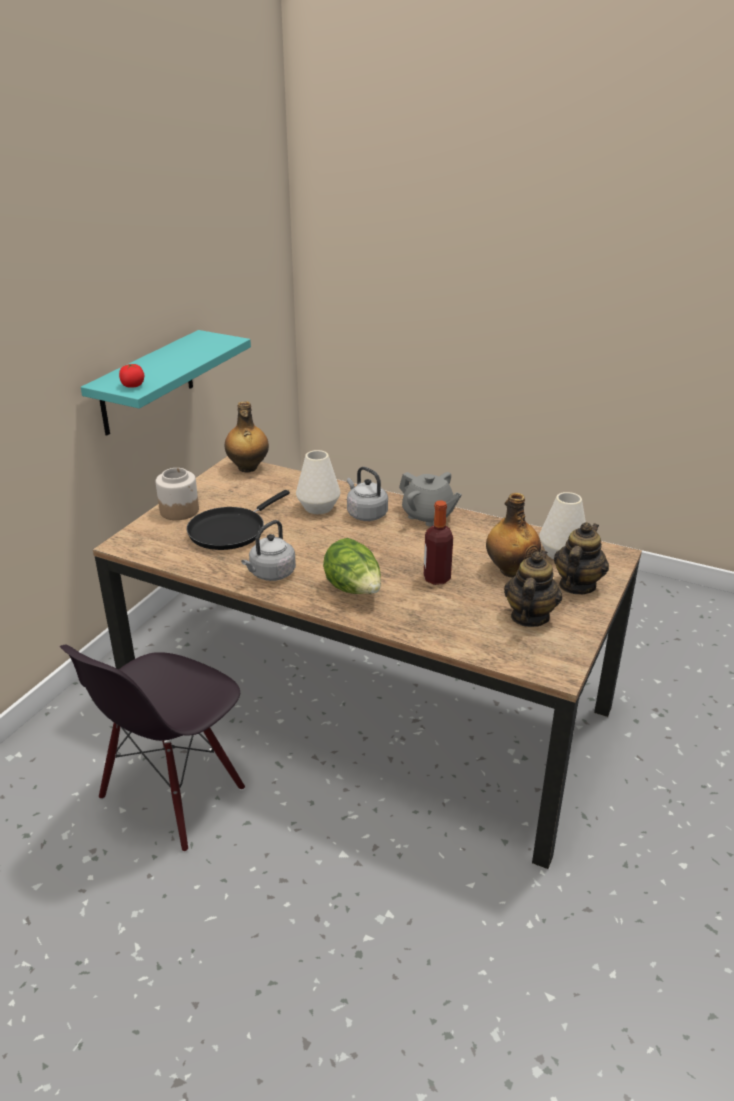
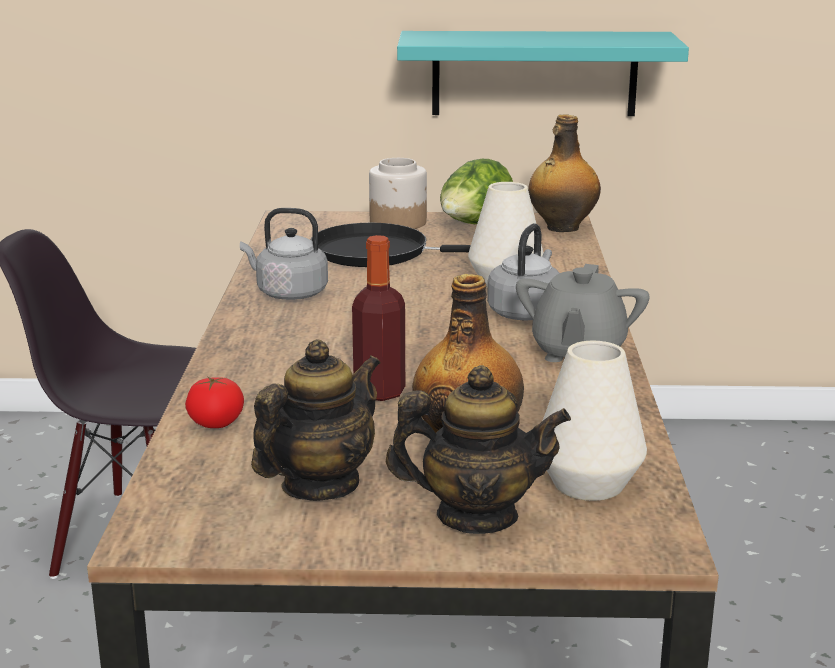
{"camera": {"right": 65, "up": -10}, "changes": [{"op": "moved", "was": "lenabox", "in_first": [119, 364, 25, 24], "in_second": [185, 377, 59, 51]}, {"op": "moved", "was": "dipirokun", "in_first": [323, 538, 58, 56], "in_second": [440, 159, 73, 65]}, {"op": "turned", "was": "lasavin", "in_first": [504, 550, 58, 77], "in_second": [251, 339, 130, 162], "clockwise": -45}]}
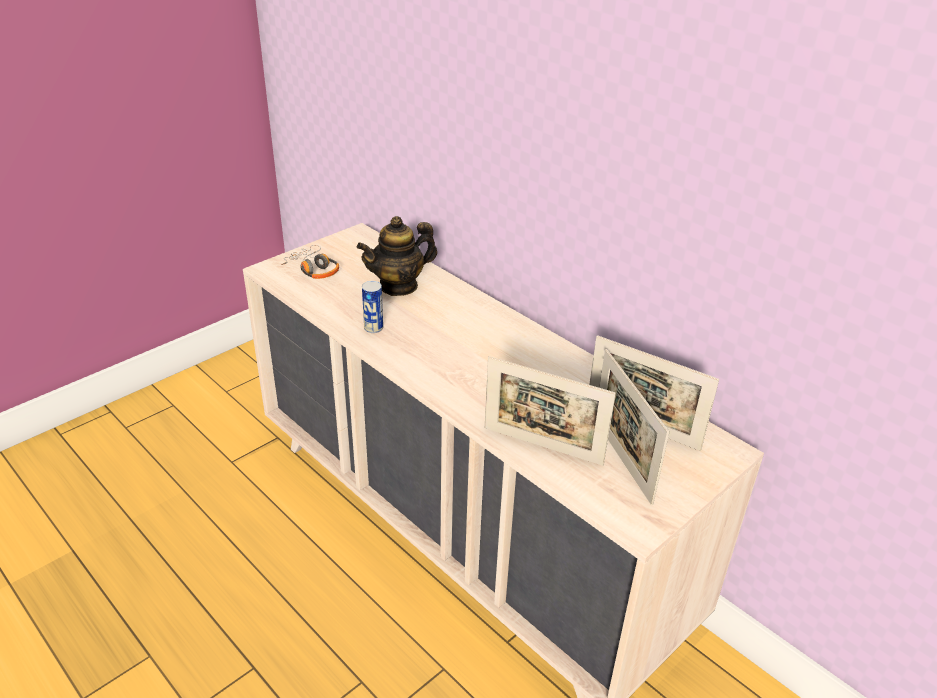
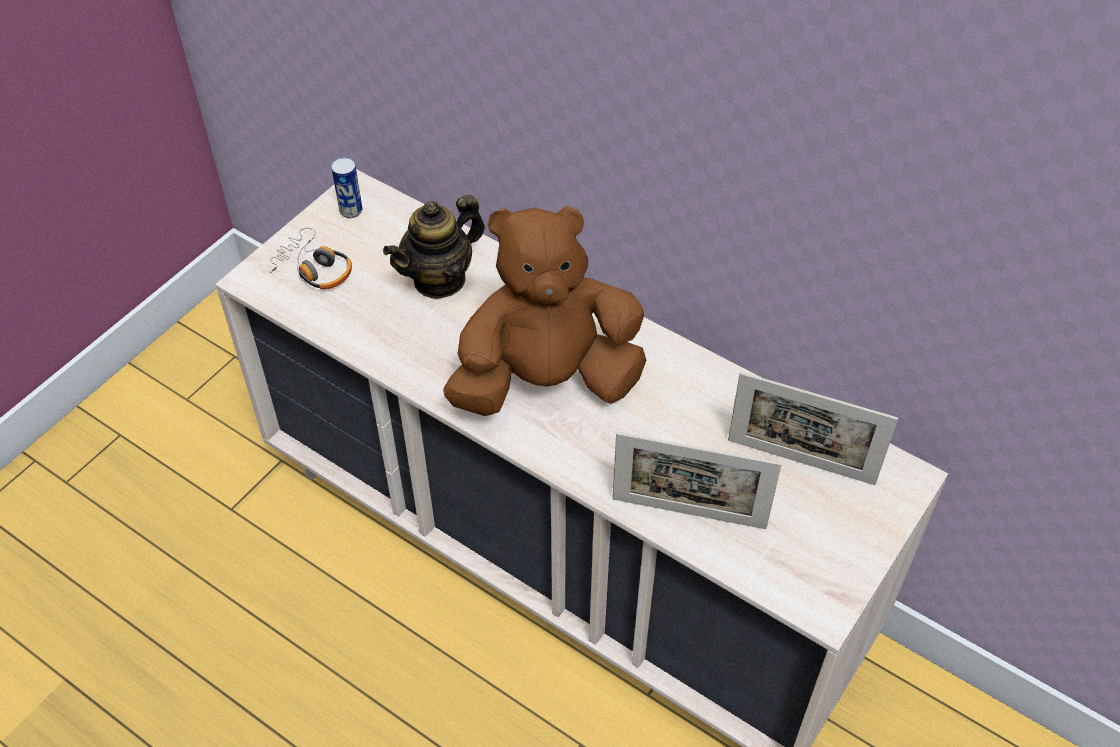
{"camera": {"right": -10, "up": 15}, "changes": [{"op": "moved", "was": "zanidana", "in_first": [362, 281, 21, 52], "in_second": [331, 158, 31, 60]}, {"op": "removed", "was": "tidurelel", "in_first": [599, 349, 71, 156]}, {"op": "added", "now": "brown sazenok", "in_second": [443, 206, 203, 210]}]}
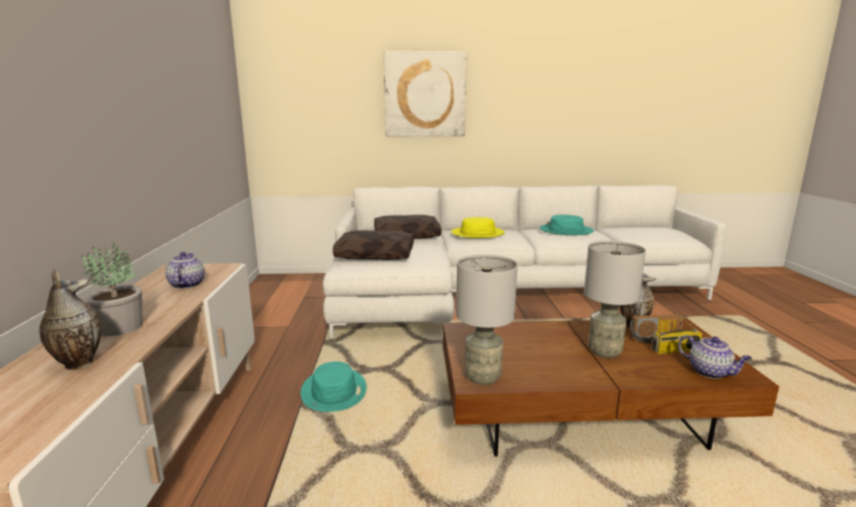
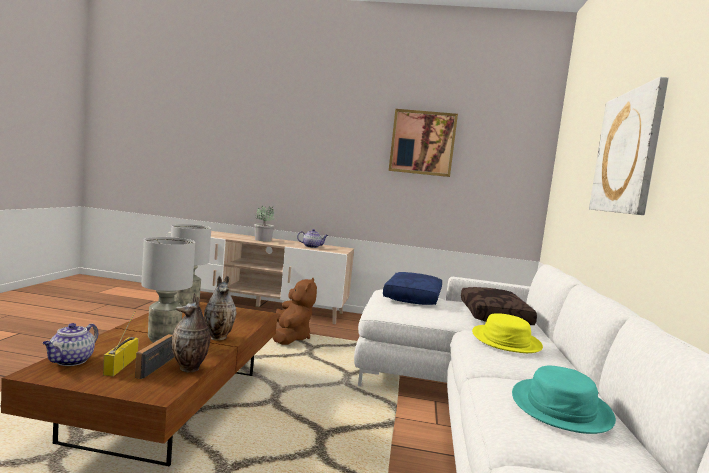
{"camera": {"right": 100, "up": -10}, "changes": [{"op": "moved", "was": "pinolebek", "in_first": [39, 269, 62, 101], "in_second": [204, 276, 33, 64]}, {"op": "replaced", "was": "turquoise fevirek", "now": "brown sazenok", "in_first": [301, 362, 66, 50], "in_second": [272, 278, 45, 67]}, {"op": "recoloured", "was": "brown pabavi", "now": "blue pabavi", "in_first": [333, 230, 81, 30], "in_second": [383, 272, 59, 33]}, {"op": "turned", "was": "lasavin", "in_first": [678, 335, 74, 44], "in_second": [43, 323, 55, 43], "clockwise": -45}, {"op": "added", "now": "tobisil", "in_second": [389, 109, 69, 68]}]}
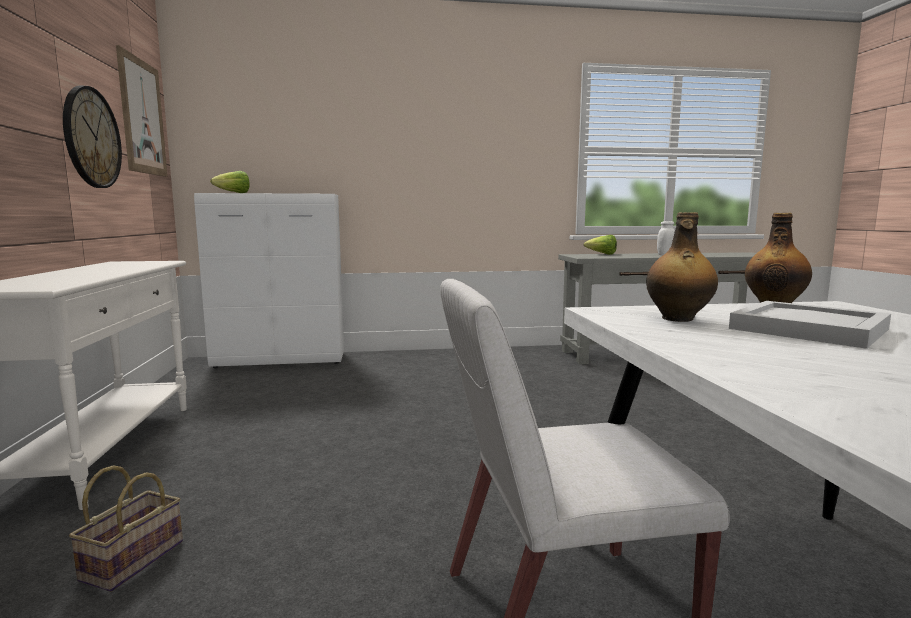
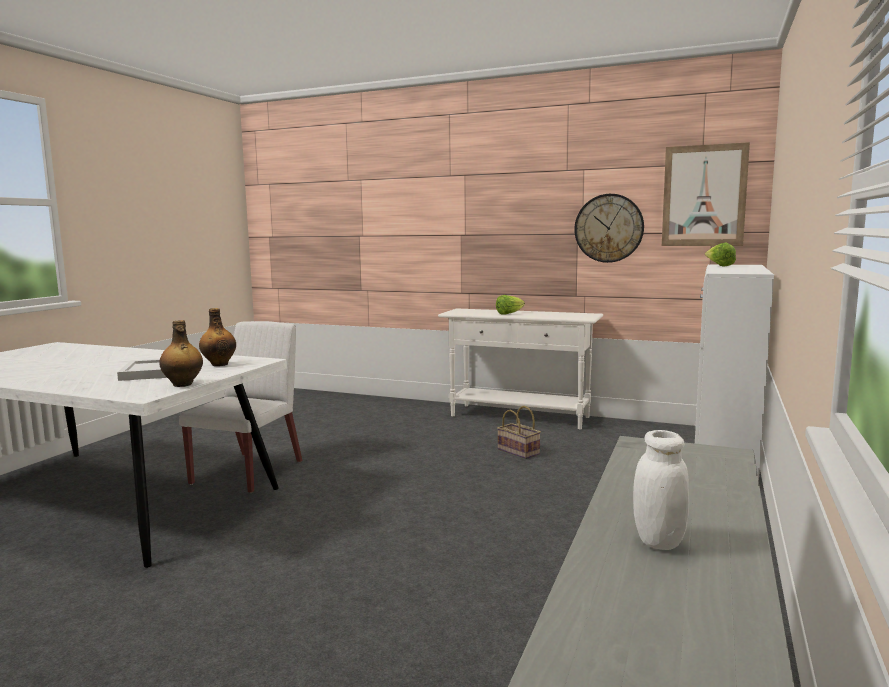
{"camera": {"right": 120, "up": 0}, "changes": [{"op": "moved", "was": "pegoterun", "in_first": [69, 465, 114, 127], "in_second": [497, 406, 44, 53]}, {"op": "moved", "was": "dipirokun", "in_first": [584, 235, 33, 20], "in_second": [496, 295, 29, 20]}]}
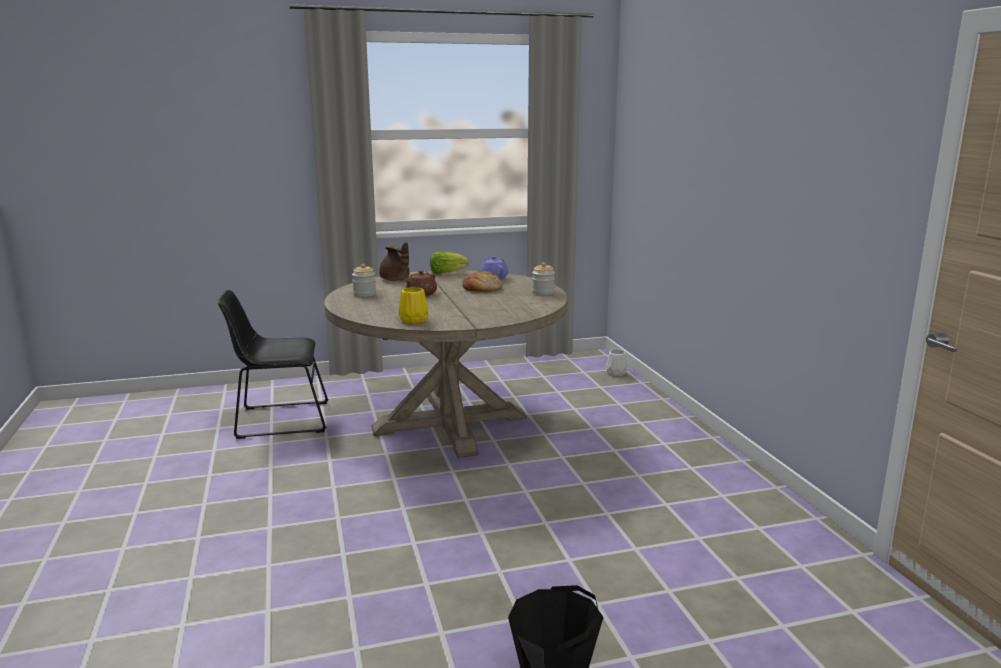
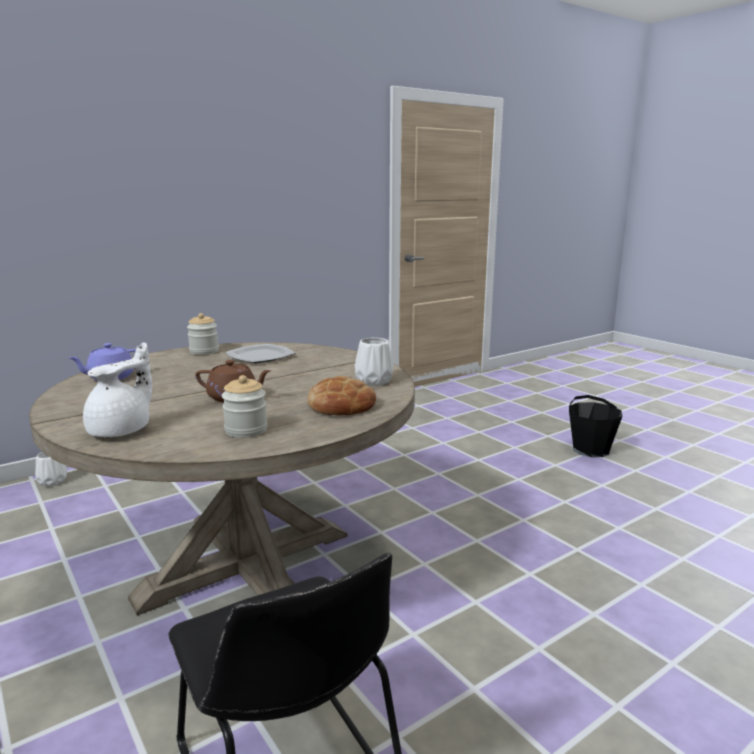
{"camera": {"right": -110, "up": 0}, "changes": [{"op": "recoloured", "was": "brown lasavin", "now": "white lasavin", "in_first": [379, 242, 31, 39], "in_second": [83, 342, 69, 95]}, {"op": "recoloured", "was": "yellow pinolebek", "now": "white pinolebek", "in_first": [398, 287, 31, 37], "in_second": [355, 338, 39, 47]}, {"op": "removed", "was": "dipirokun", "in_first": [430, 251, 38, 23]}, {"op": "moved", "was": "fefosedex", "in_first": [462, 271, 41, 21], "in_second": [308, 376, 68, 40]}, {"op": "added", "now": "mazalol", "in_second": [225, 344, 70, 19]}]}
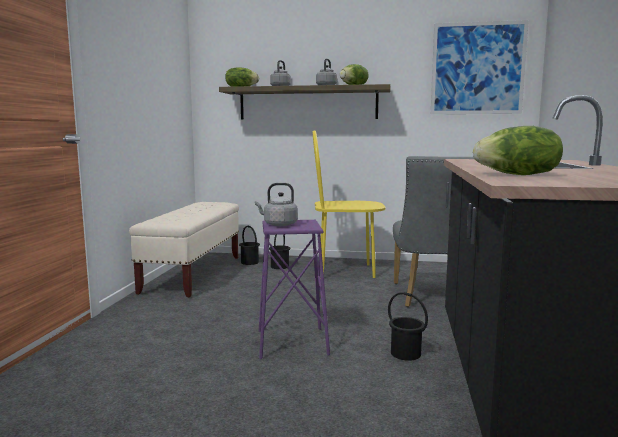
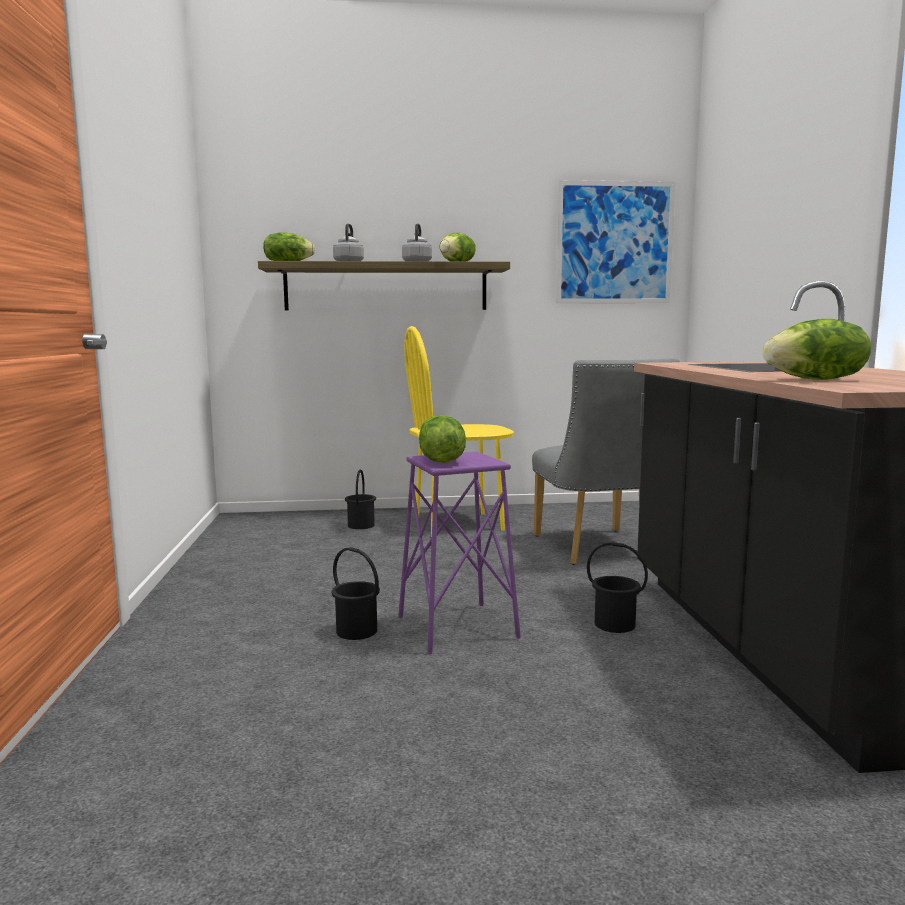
{"camera": {"right": -15, "up": 0}, "changes": [{"op": "removed", "was": "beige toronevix", "in_first": [129, 202, 110, 96]}, {"op": "moved", "was": "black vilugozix", "in_first": [239, 226, 21, 39], "in_second": [331, 547, 49, 93]}, {"op": "replaced", "was": "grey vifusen", "now": "dipirokun", "in_first": [255, 183, 43, 43], "in_second": [419, 415, 47, 48]}]}
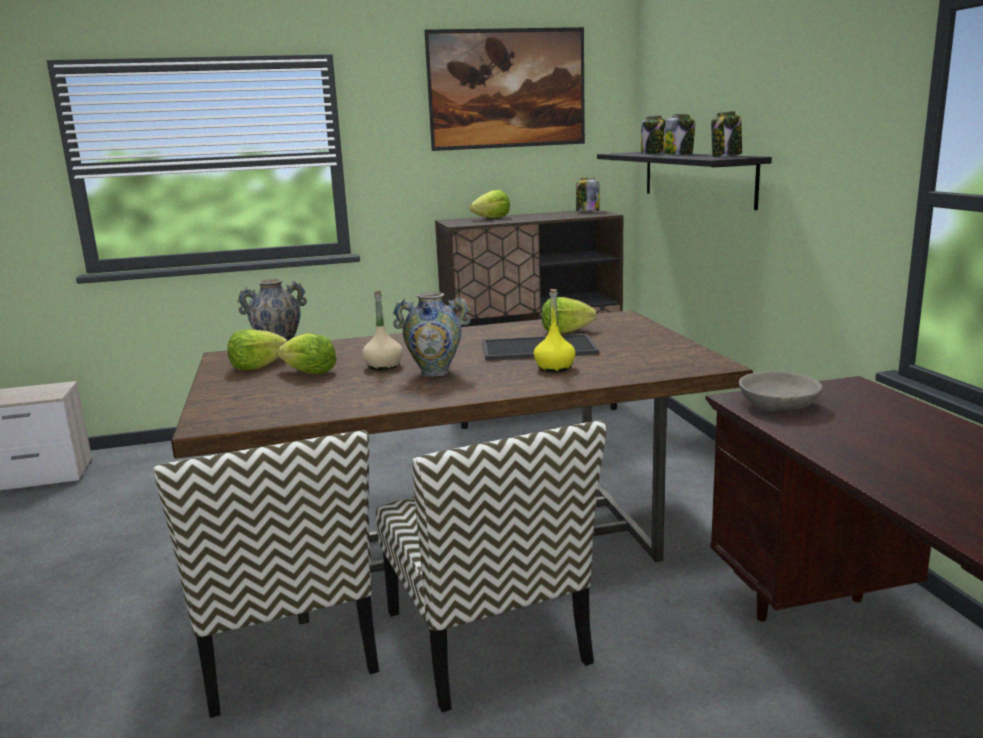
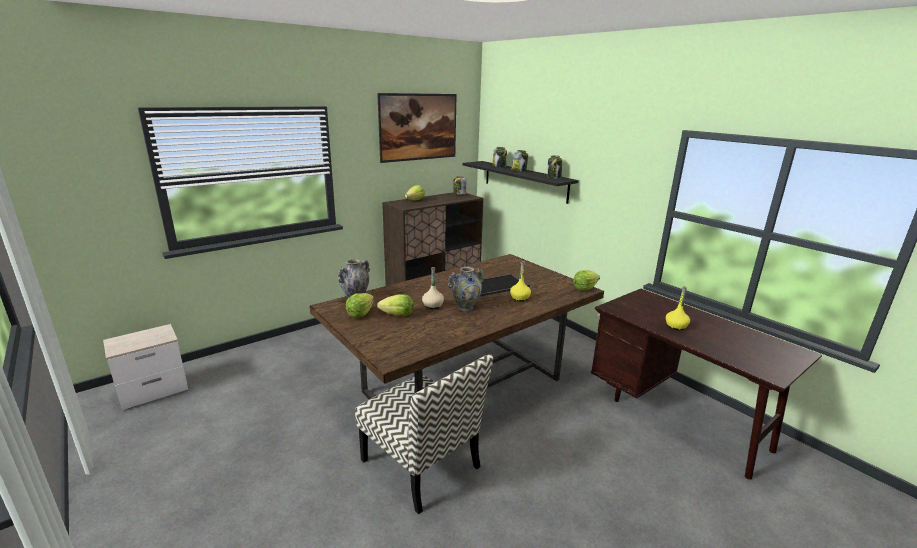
{"camera": {"right": -25, "up": 5}, "changes": [{"op": "removed", "was": "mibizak", "in_first": [376, 420, 231, 292]}, {"op": "moved", "was": "dipirokun", "in_first": [542, 297, 55, 36], "in_second": [573, 270, 27, 20]}, {"op": "removed", "was": "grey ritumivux", "in_first": [739, 371, 84, 41]}, {"op": "added", "now": "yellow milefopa", "in_second": [666, 286, 24, 44]}]}
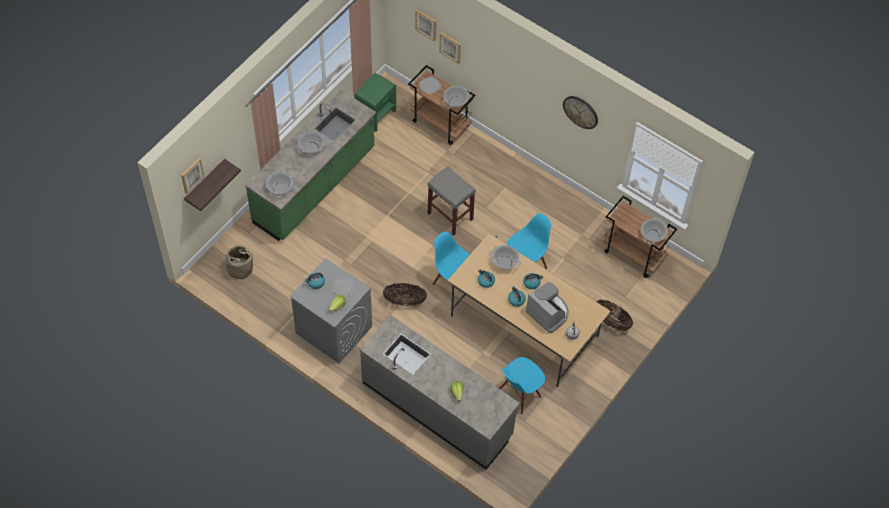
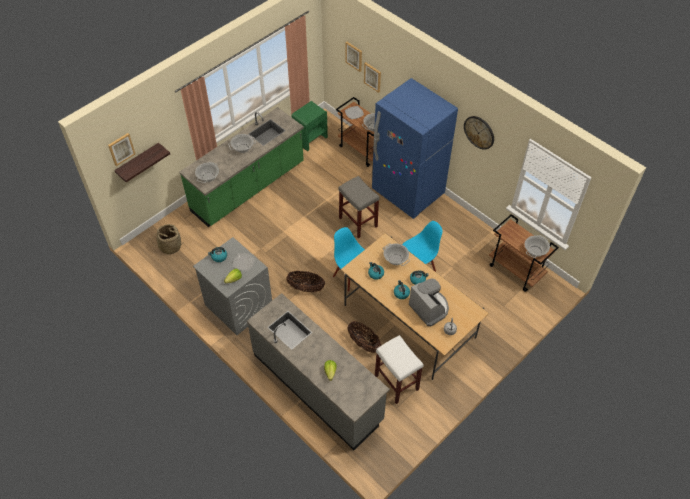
{"camera": {"right": 10, "up": -5}, "changes": [{"op": "replaced", "was": "blue mibizak", "now": "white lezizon", "in_first": [499, 357, 46, 58], "in_second": [375, 335, 49, 69]}, {"op": "moved", "was": "pegoterun", "in_first": [596, 300, 37, 31], "in_second": [347, 321, 34, 32]}, {"op": "added", "now": "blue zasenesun", "in_second": [372, 78, 86, 141]}]}
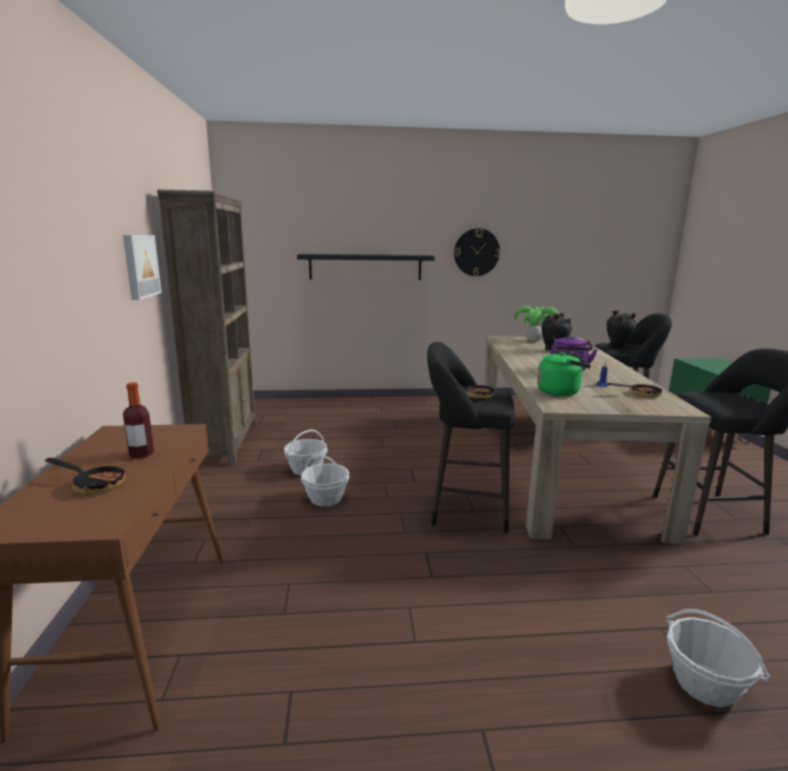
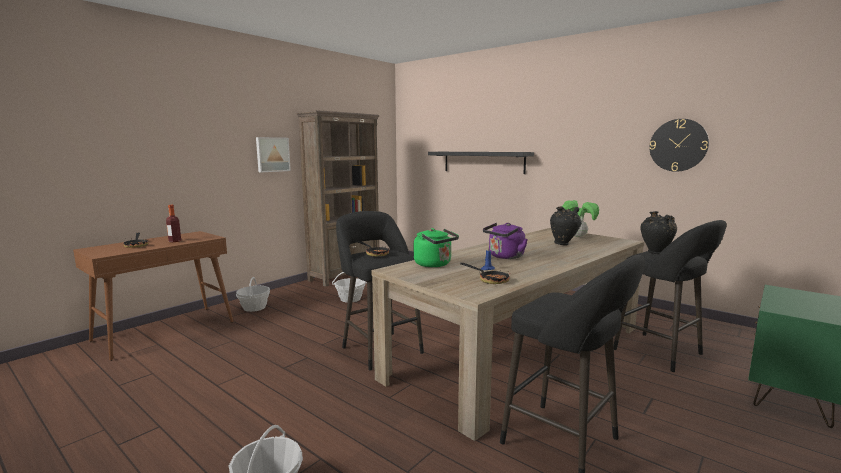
{"camera": {"right": 45, "up": -5}, "changes": [{"op": "moved", "was": "pegoterun", "in_first": [301, 454, 49, 52], "in_second": [236, 277, 34, 35]}, {"op": "moved", "was": "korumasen", "in_first": [454, 228, 46, 48], "in_second": [649, 119, 60, 53]}]}
